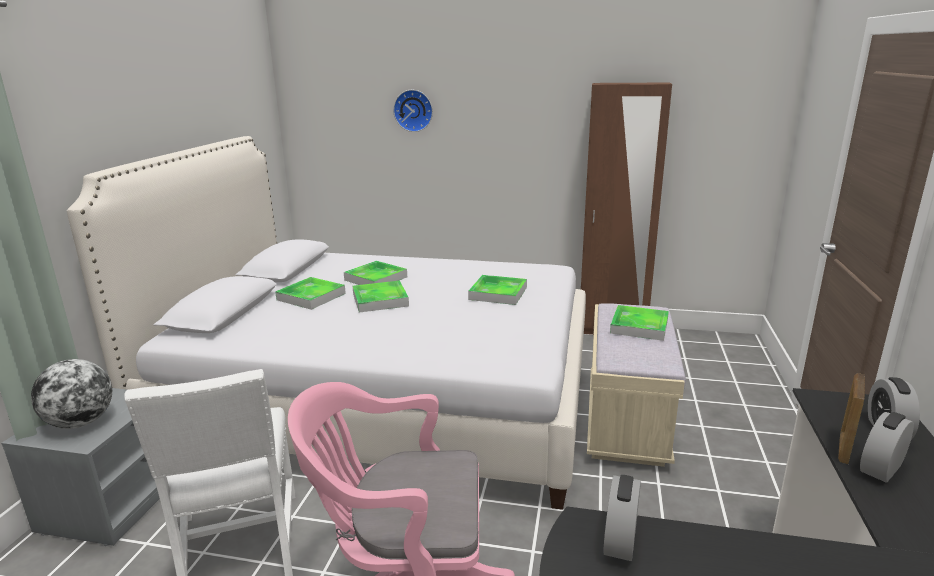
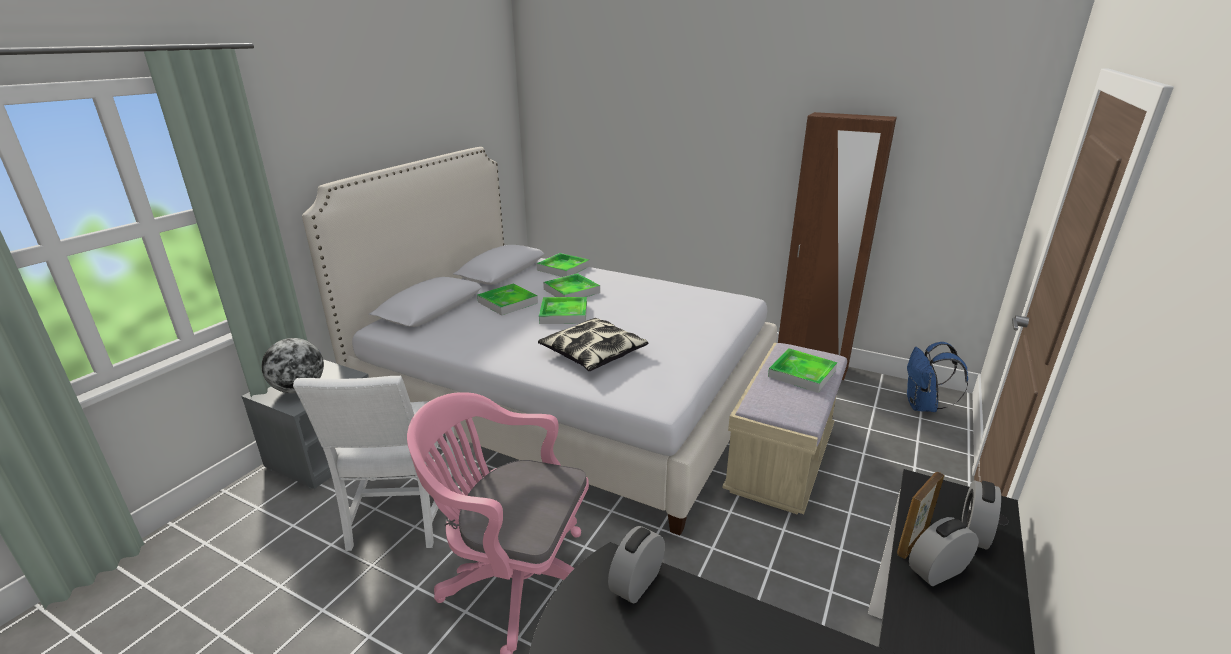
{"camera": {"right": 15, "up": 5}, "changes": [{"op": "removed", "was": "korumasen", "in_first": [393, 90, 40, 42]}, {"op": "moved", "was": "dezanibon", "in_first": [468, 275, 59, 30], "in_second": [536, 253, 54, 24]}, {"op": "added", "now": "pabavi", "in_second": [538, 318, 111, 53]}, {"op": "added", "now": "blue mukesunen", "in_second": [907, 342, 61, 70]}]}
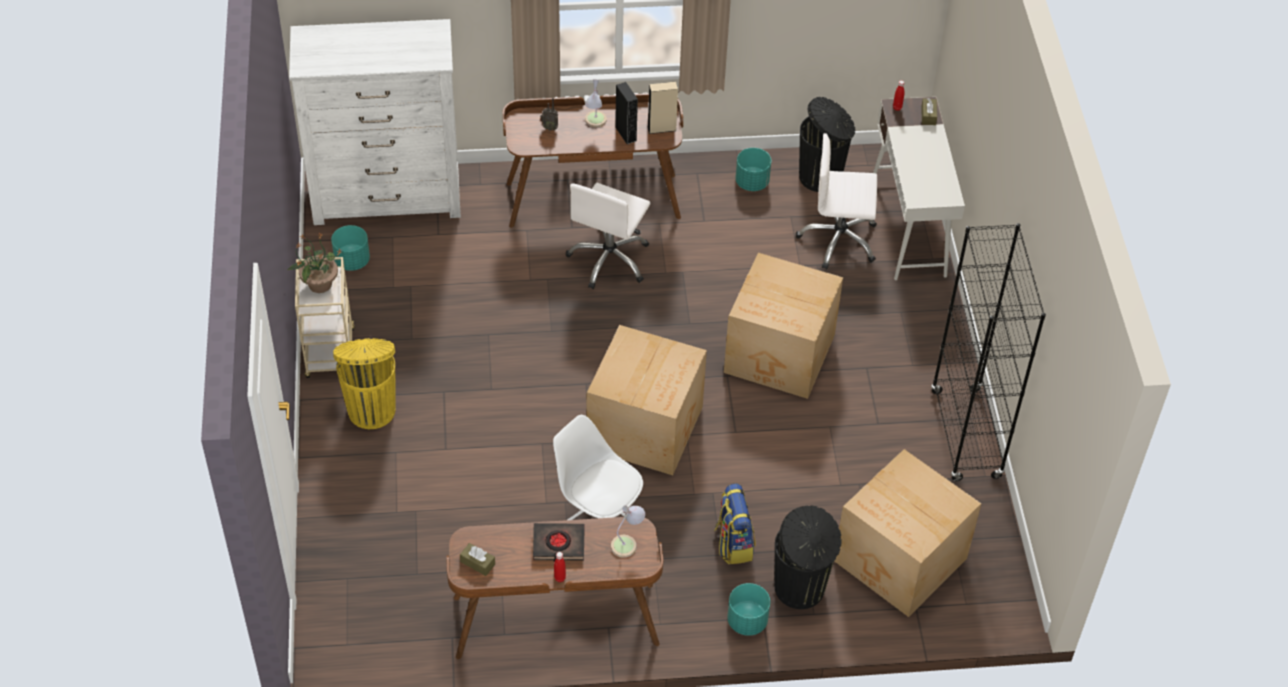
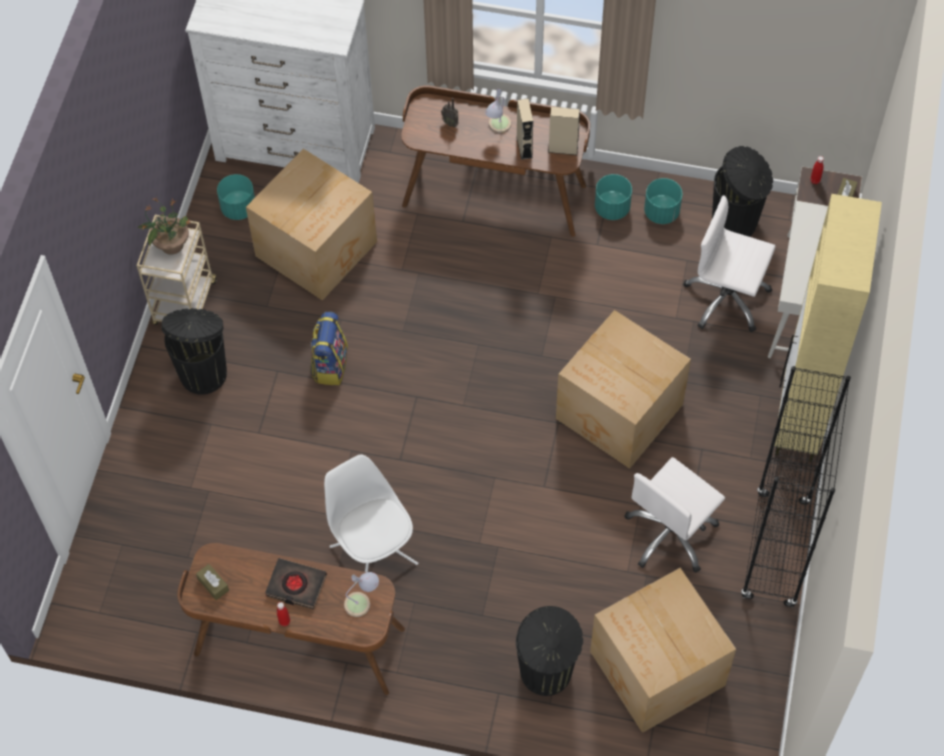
{"camera": {"right": 20, "up": 10}, "changes": [{"op": "recoloured", "was": "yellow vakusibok", "now": "black vakusibok", "in_first": [333, 338, 63, 91], "in_second": [161, 308, 66, 87]}, {"op": "moved", "was": "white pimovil", "in_first": [565, 183, 86, 106], "in_second": [624, 457, 101, 116]}, {"op": "moved", "was": "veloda", "in_first": [587, 325, 120, 150], "in_second": [246, 149, 131, 152]}, {"op": "recoloured", "was": "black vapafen", "now": "beige vapafen", "in_first": [615, 82, 23, 62], "in_second": [516, 98, 17, 62]}, {"op": "moved", "was": "mukesunen", "in_first": [714, 483, 41, 82], "in_second": [311, 312, 37, 73]}, {"op": "moved", "was": "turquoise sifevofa", "in_first": [727, 583, 43, 53], "in_second": [595, 174, 37, 46]}, {"op": "added", "now": "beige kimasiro", "in_second": [774, 194, 108, 268]}]}
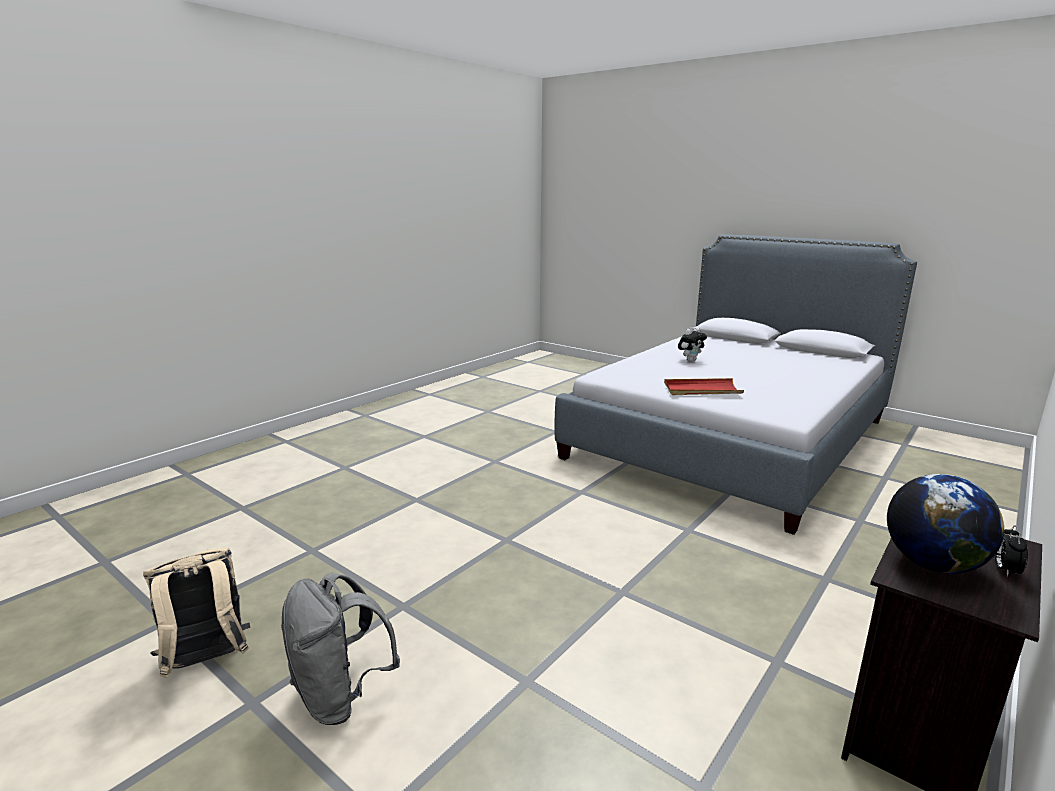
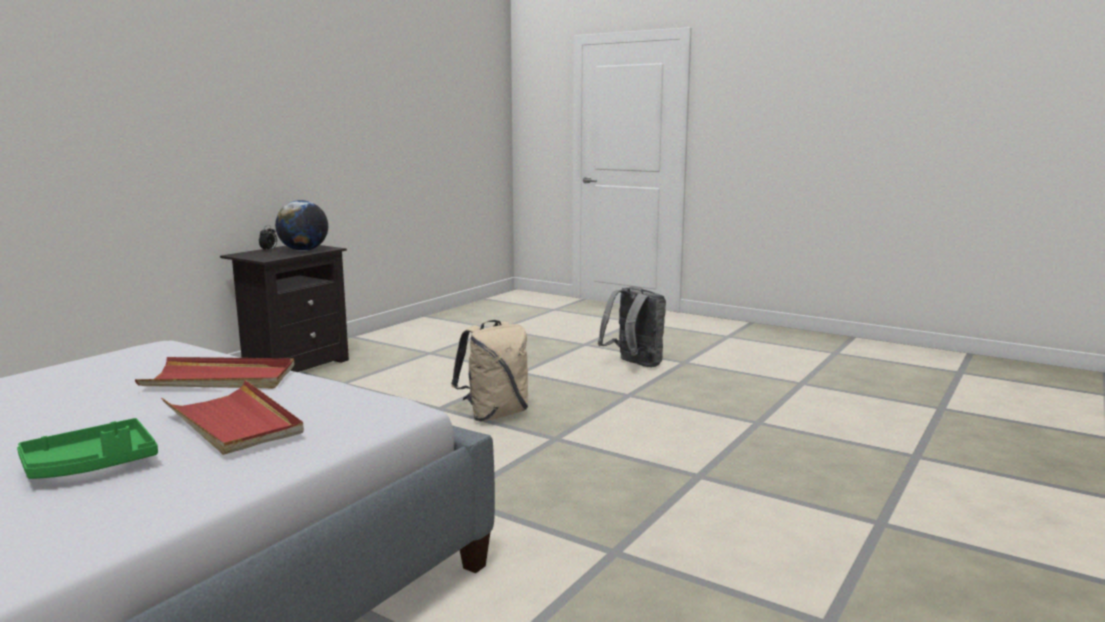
{"camera": {"right": 175, "up": -5}, "changes": [{"op": "moved", "was": "beige mukesunen", "in_first": [143, 547, 107, 131], "in_second": [451, 320, 77, 101]}, {"op": "replaced", "was": "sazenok", "now": "green dezanibon", "in_first": [678, 327, 29, 34], "in_second": [17, 418, 141, 61]}, {"op": "added", "now": "red dezanibon", "in_second": [161, 380, 143, 75]}]}
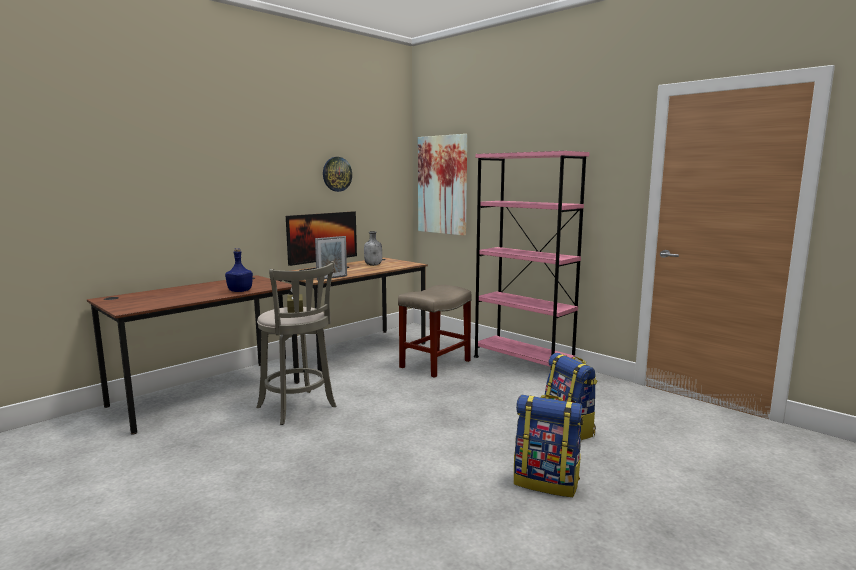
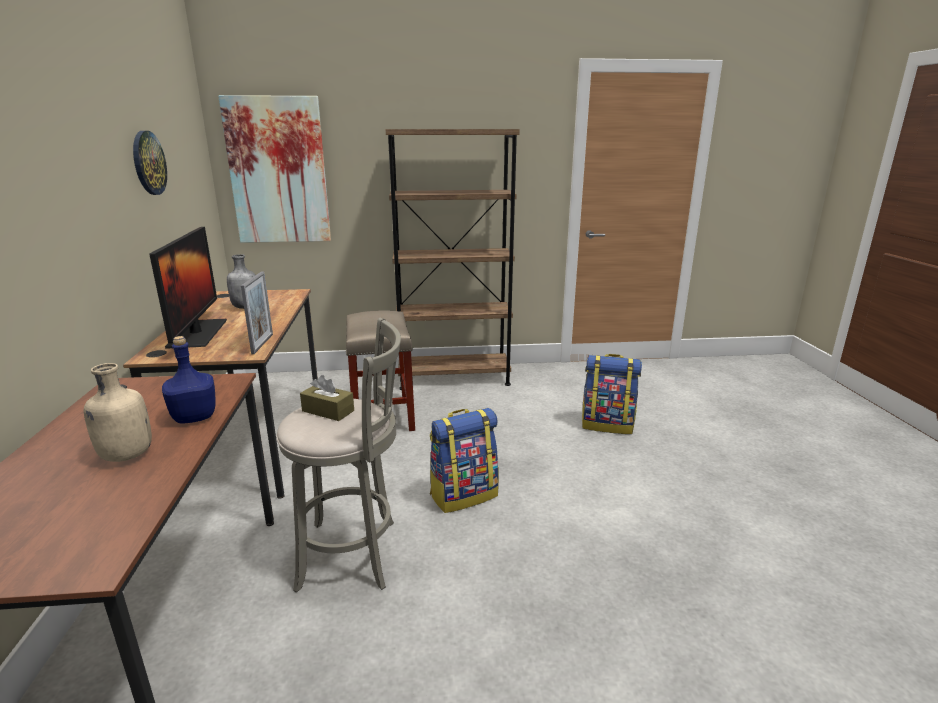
{"camera": {"right": -50, "up": 10}, "changes": [{"op": "recoloured", "was": "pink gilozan", "now": "brown gilozan", "in_first": [474, 151, 115, 218], "in_second": [386, 129, 134, 261]}, {"op": "moved", "was": "mukesunen", "in_first": [514, 395, 69, 102], "in_second": [430, 408, 69, 105]}, {"op": "added", "now": "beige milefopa", "in_second": [84, 363, 68, 99]}]}
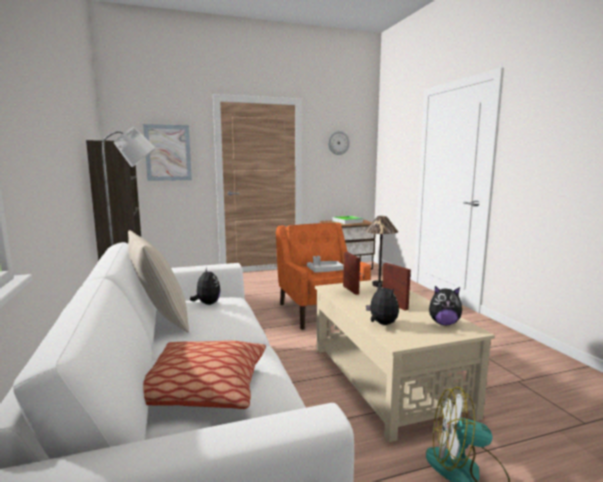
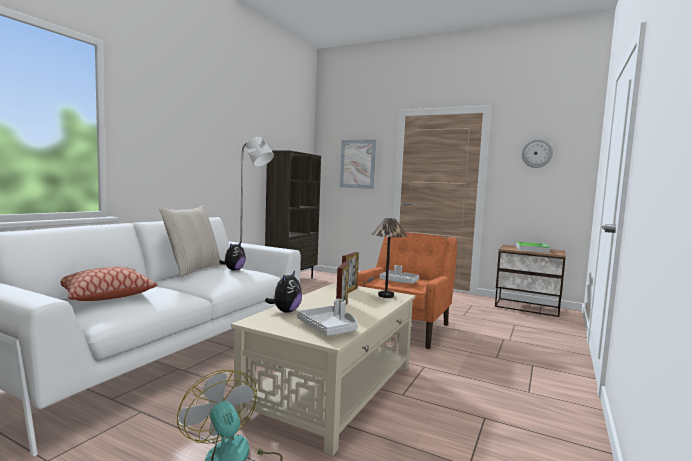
{"camera": {"right": 45, "up": -5}, "changes": [{"op": "replaced", "was": "sazenok", "now": "grey dezanibon", "in_first": [429, 286, 34, 39], "in_second": [297, 299, 61, 37]}]}
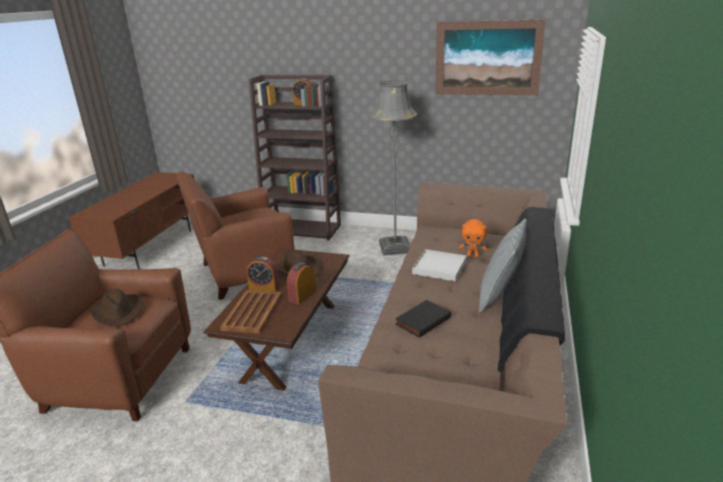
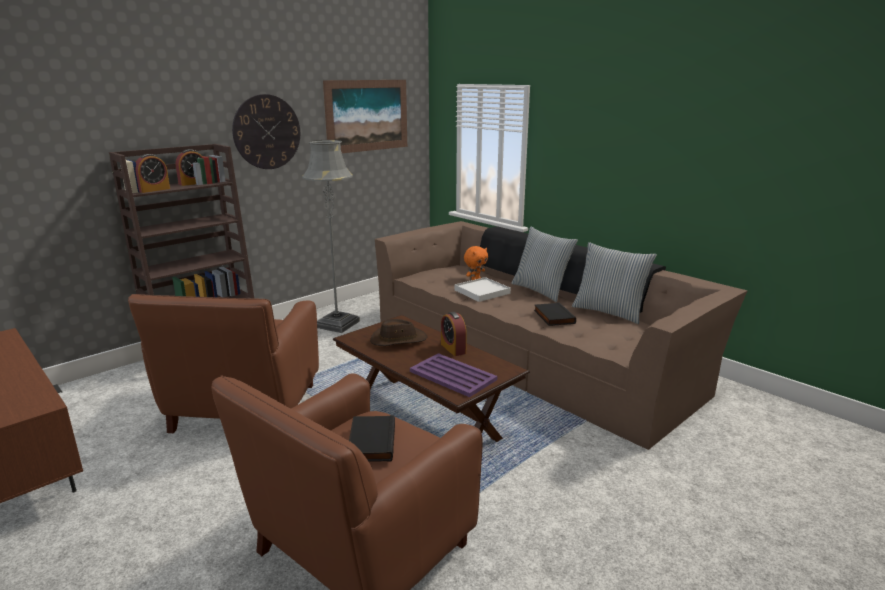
{"camera": {"right": -60, "up": -5}, "changes": [{"op": "replaced", "was": "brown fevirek", "now": "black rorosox", "in_first": [90, 289, 53, 38], "in_second": [349, 415, 46, 47]}, {"op": "recoloured", "was": "brown dezanibon", "now": "purple dezanibon", "in_first": [220, 290, 62, 44], "in_second": [410, 353, 87, 44]}, {"op": "moved", "was": "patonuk", "in_first": [247, 256, 32, 36], "in_second": [135, 154, 35, 39]}, {"op": "added", "now": "korumasen", "in_second": [232, 94, 68, 75]}, {"op": "added", "now": "pabavi", "in_second": [572, 242, 85, 82]}]}
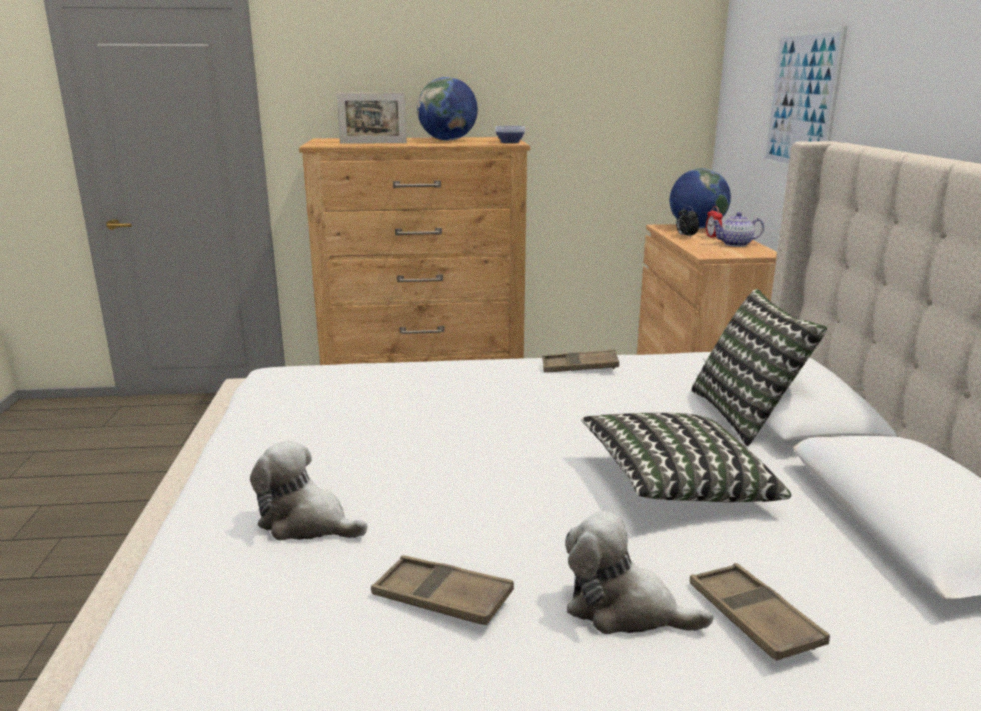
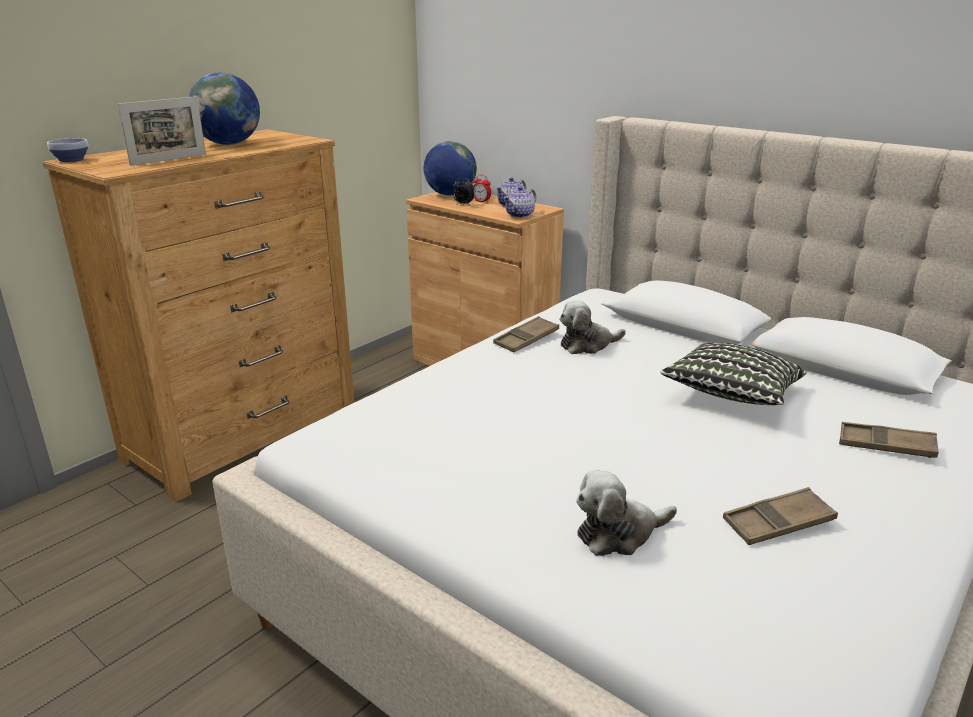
{"camera": {"right": -45, "up": 5}, "changes": [{"op": "moved", "was": "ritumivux", "in_first": [495, 126, 30, 17], "in_second": [47, 138, 41, 24]}, {"op": "moved", "was": "sazenok", "in_first": [565, 511, 148, 123], "in_second": [559, 300, 67, 54]}, {"op": "removed", "was": "pabavi", "in_first": [691, 289, 136, 157]}, {"op": "removed", "was": "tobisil", "in_first": [763, 26, 85, 142]}, {"op": "added", "now": "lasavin", "in_second": [504, 186, 32, 32]}]}
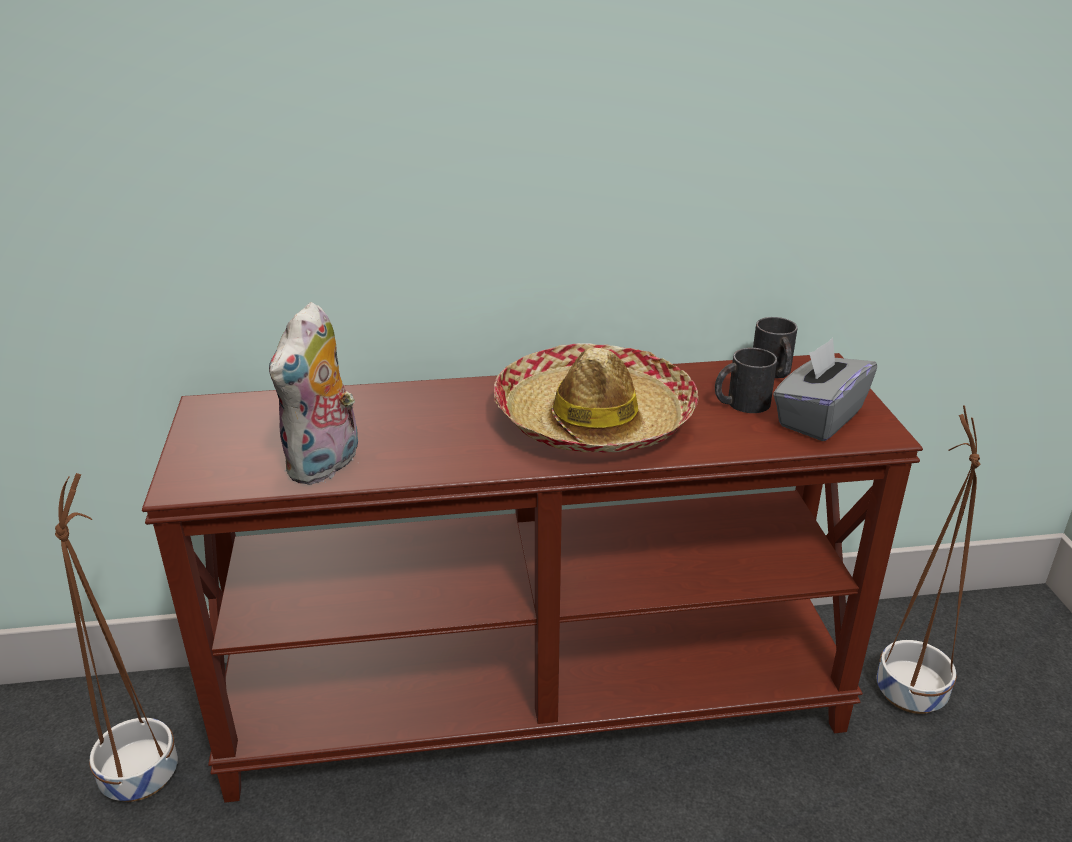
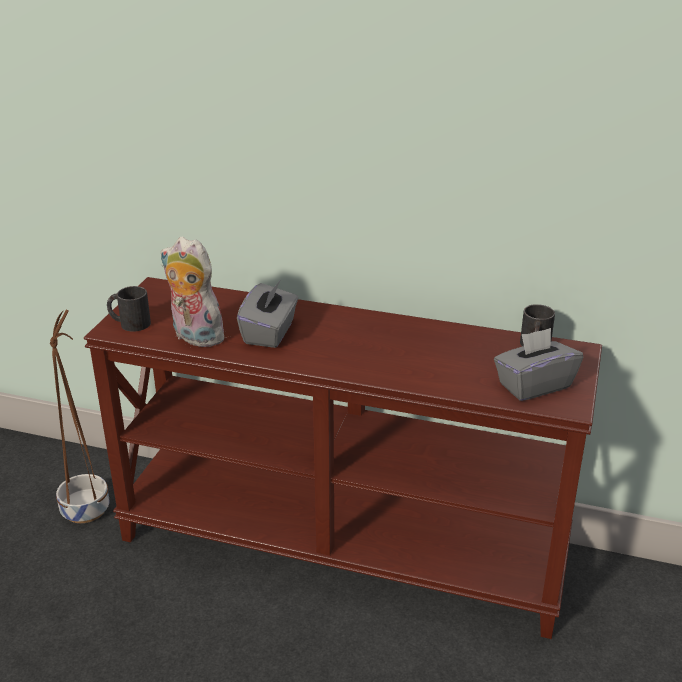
{"camera": {"right": 25, "up": 0}, "changes": [{"op": "turned", "was": "sazenok", "in_first": [269, 302, 89, 183], "in_second": [161, 237, 68, 110], "clockwise": 75}, {"op": "removed", "was": "fevirek", "in_first": [494, 343, 205, 110]}, {"op": "moved", "was": "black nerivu", "in_first": [715, 348, 62, 65], "in_second": [107, 286, 44, 46]}, {"op": "removed", "was": "brown sifevofa", "in_first": [877, 405, 103, 309]}, {"op": "added", "now": "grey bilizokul", "in_second": [237, 281, 61, 67]}]}
